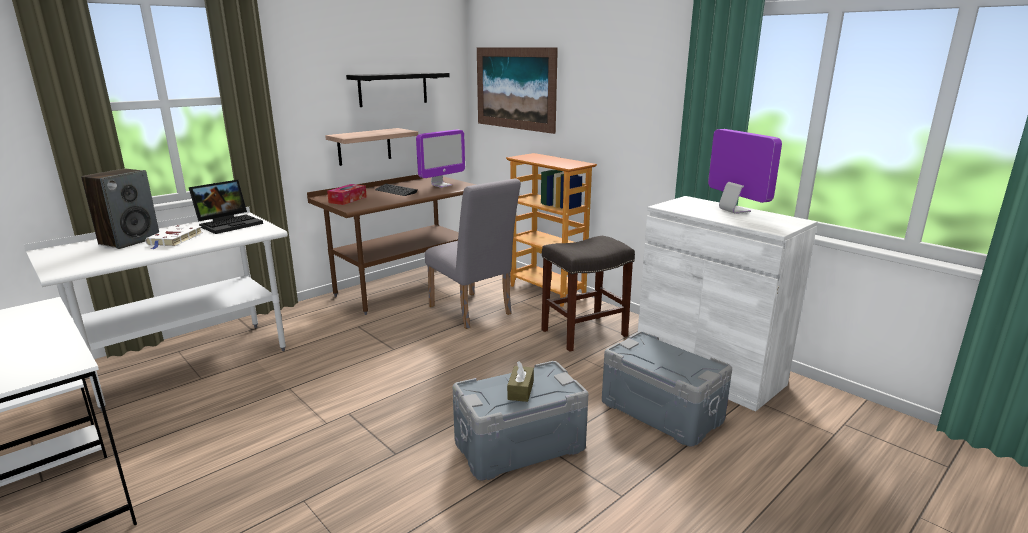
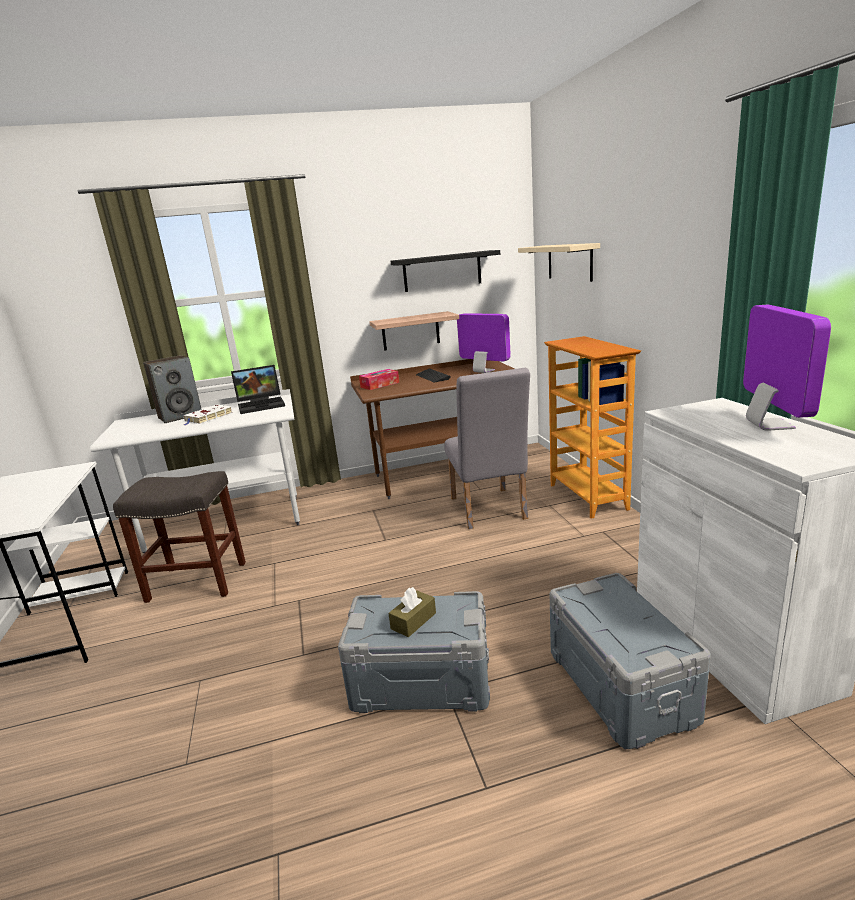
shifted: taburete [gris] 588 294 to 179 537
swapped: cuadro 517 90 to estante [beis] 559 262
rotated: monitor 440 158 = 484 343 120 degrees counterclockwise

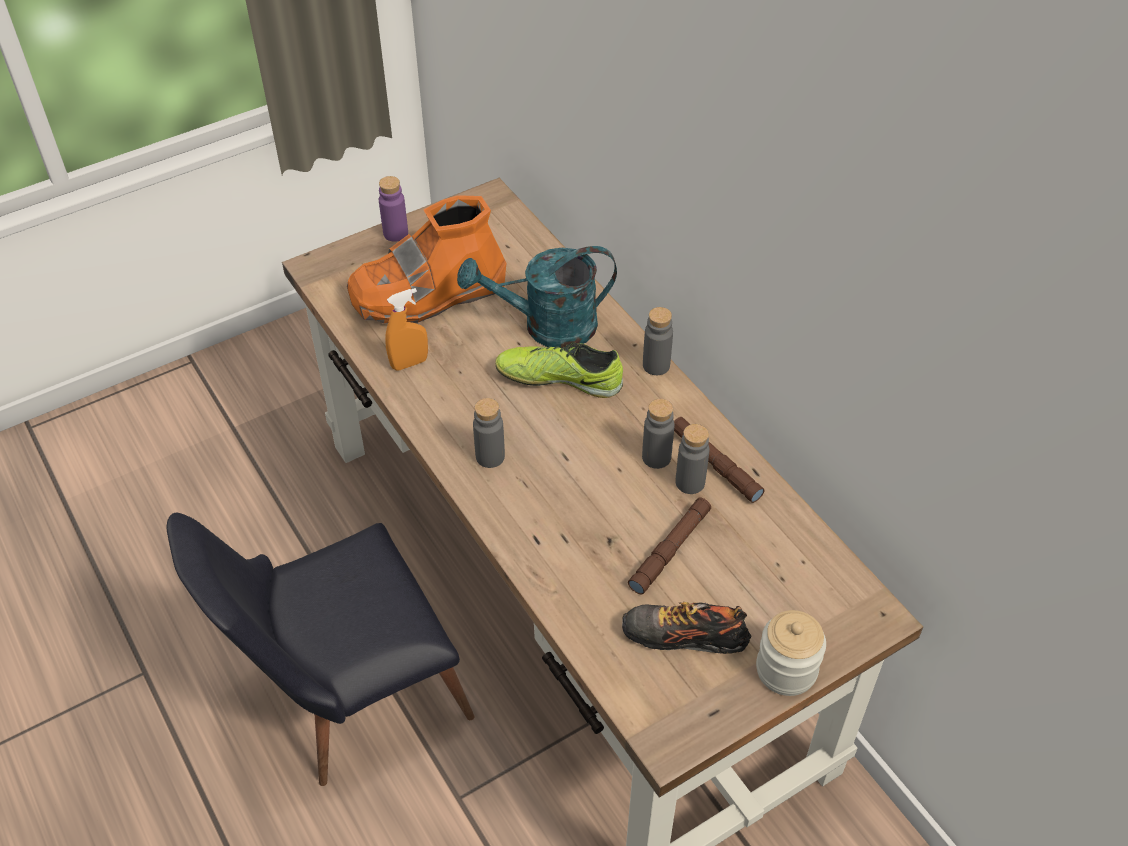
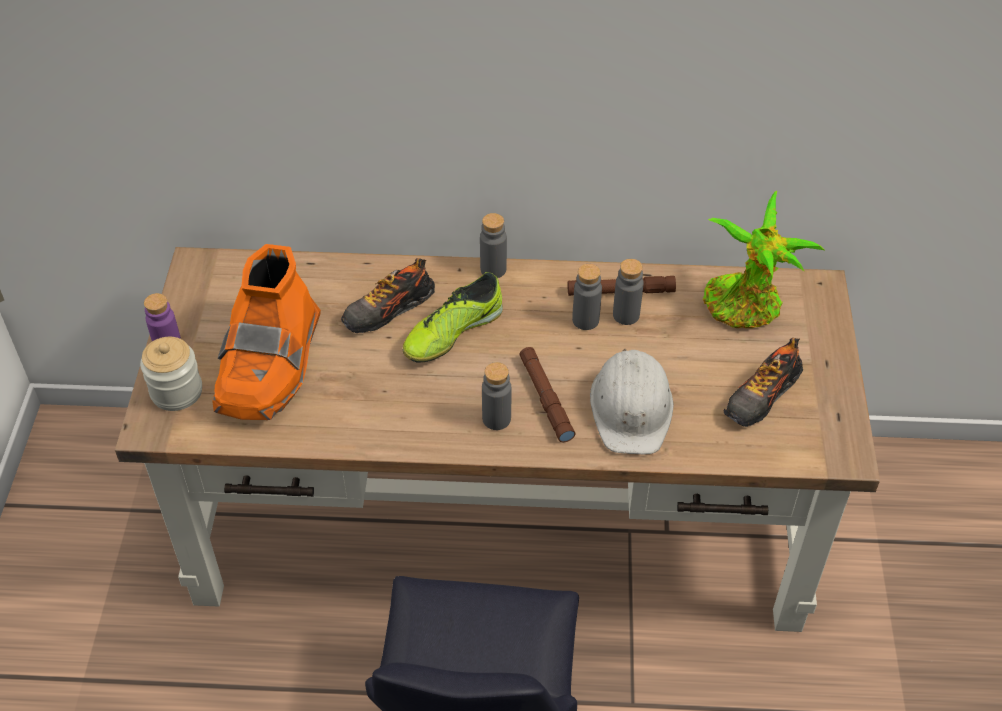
gone: pulverizador [naranja] 406 329
new: casco [blanco] 631 401; planta en maceta 763 259
shifted: linterna [marrón] 669 546 to 547 394; tarro 791 653 to 171 374
swapped: regadera [turquesa] 537 297 to zapato 388 295

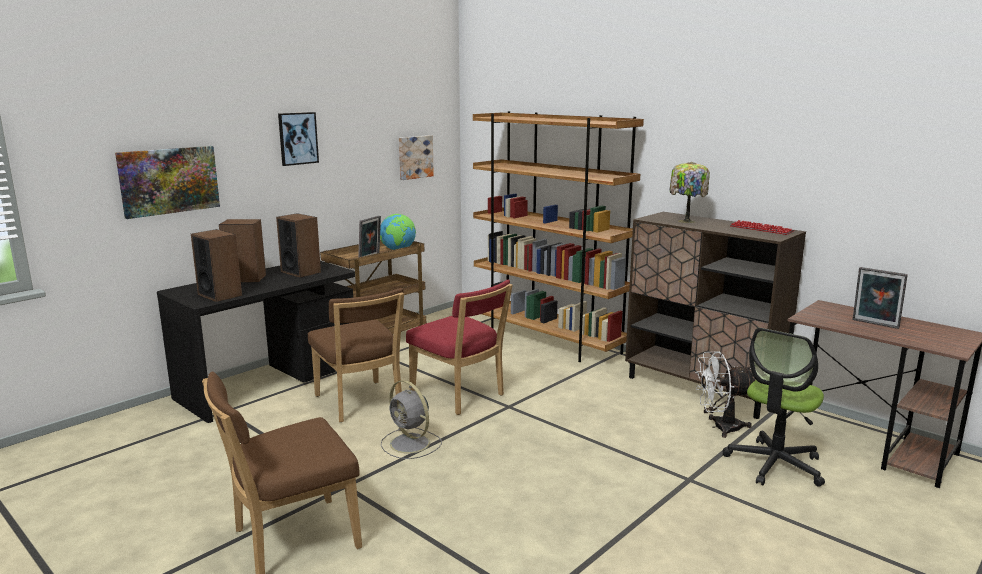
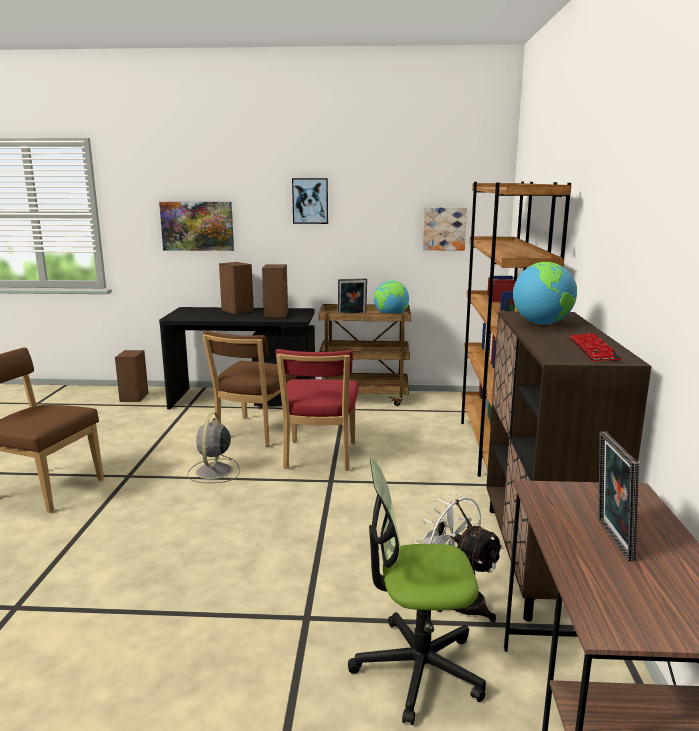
shifted: altavoz 216 265 to 131 376
swapped: lámpara de mesa 690 192 to globo terráqueo 545 293

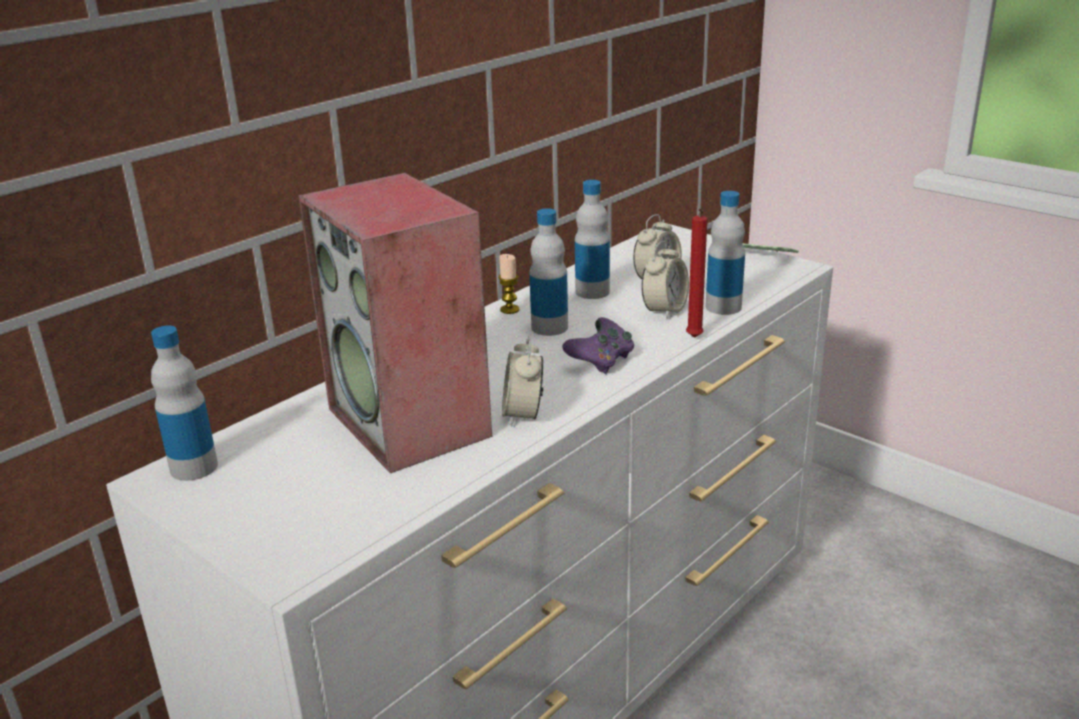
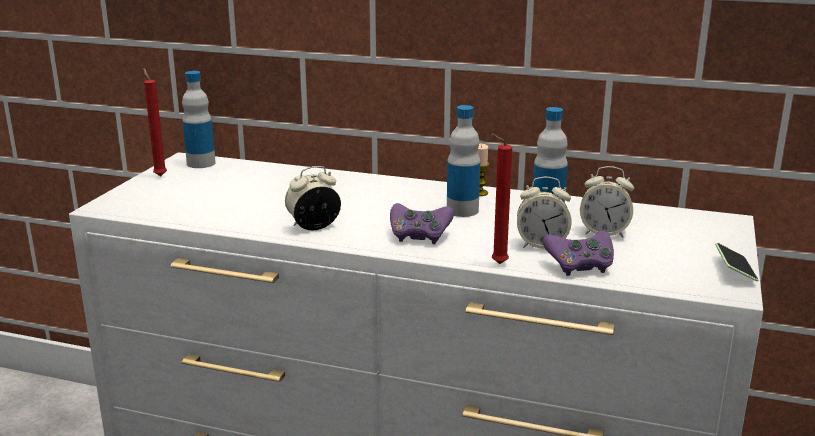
gone: altavoz 395 323
new: vela [rojo] 155 122
swapped: botella 725 253 to mando de consola [morado] 578 253

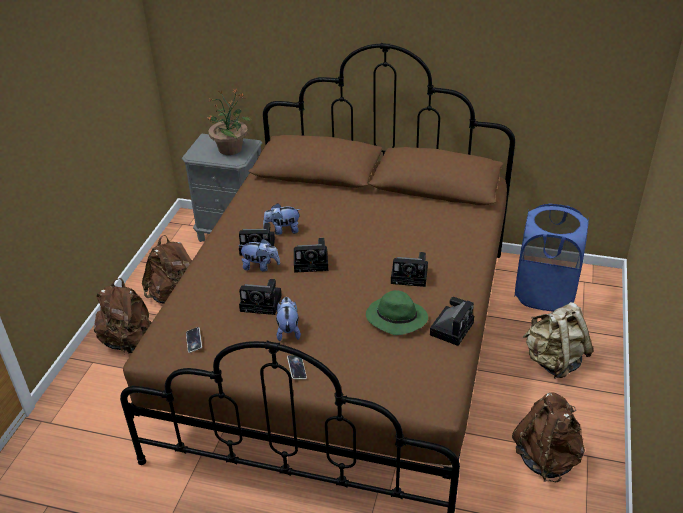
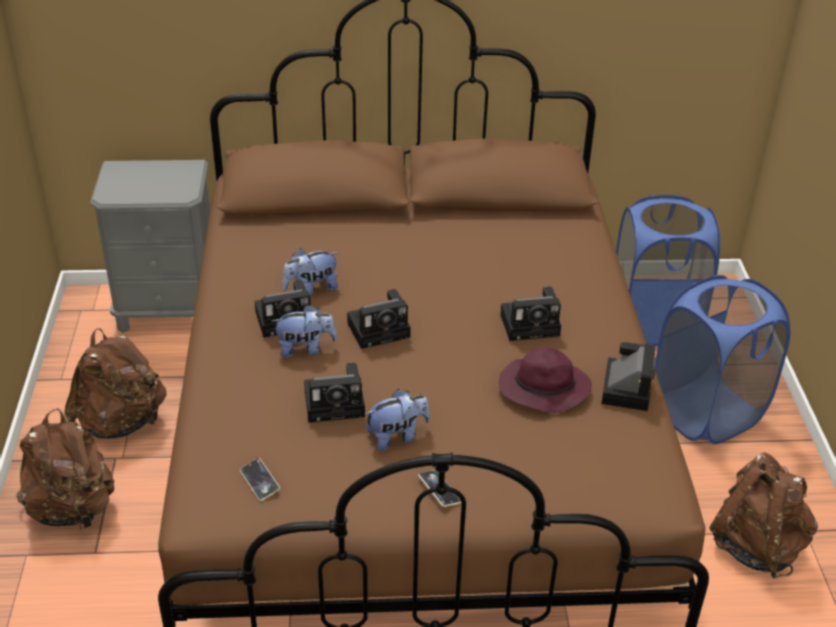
gone: planta en maceta 230 121
swapped: mochila [beis] 558 340 to cesto de la ropa [azul] 722 359
repainted: sombrero [verde] 397 312 to sombrero [morado] 545 380
rotated: peluche 288 319 = 397 420 90 degrees clockwise

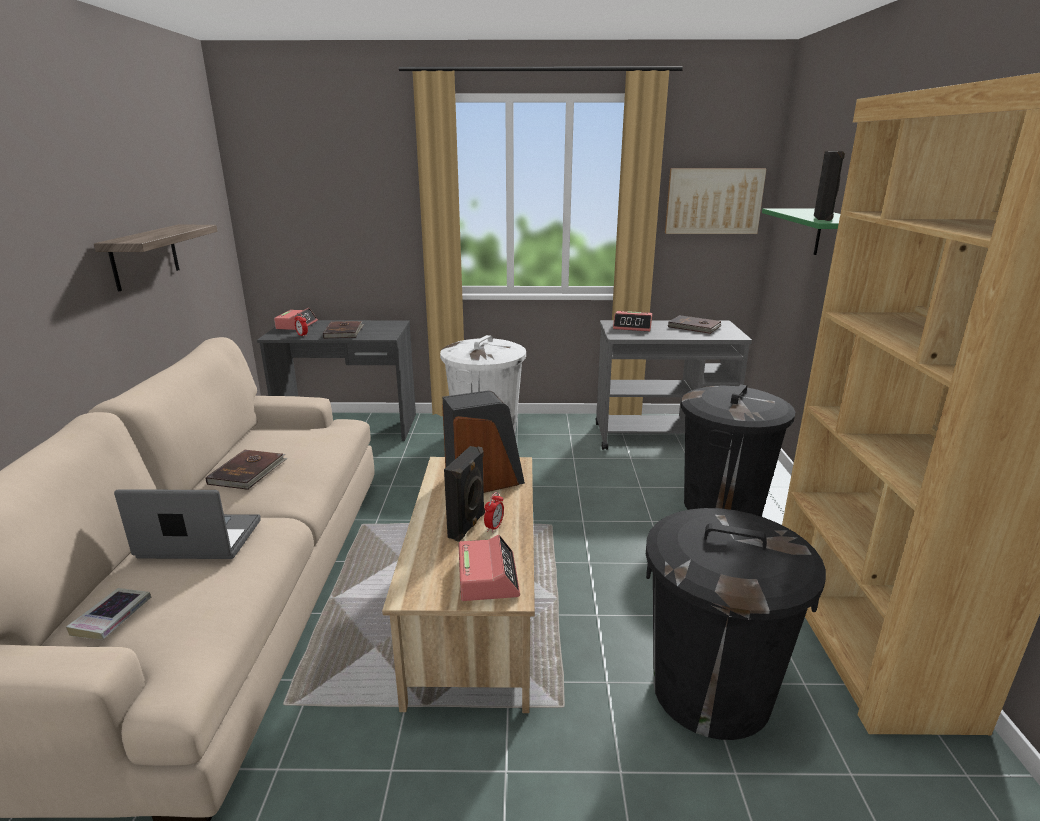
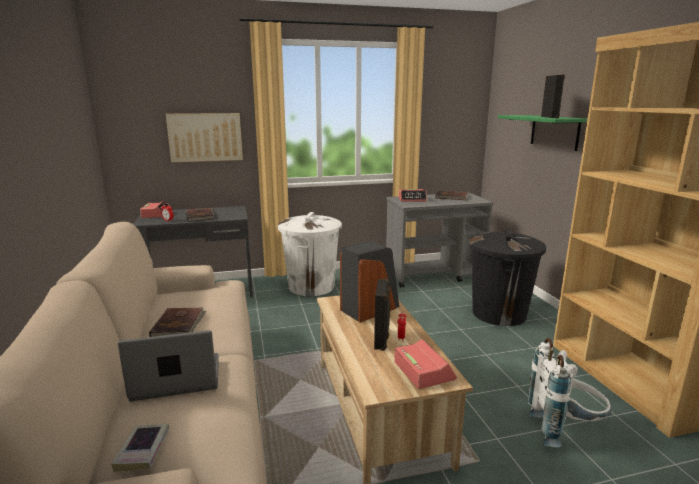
gone: estante 155 258
shifted: cuadro 715 201 to 204 137
swapped: papelera [negro] 736 624 to mochila [blanco] 570 392

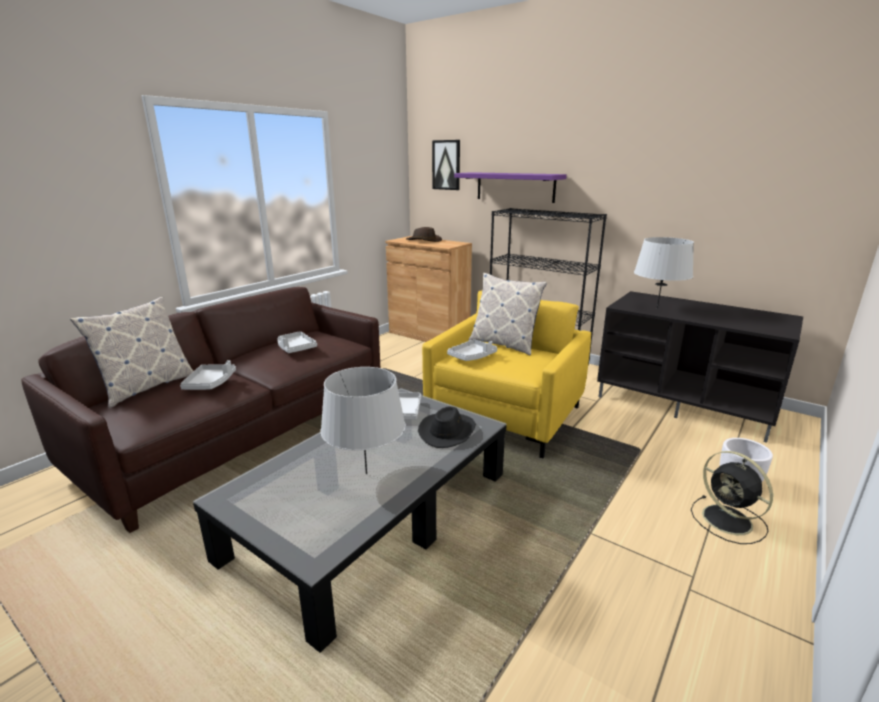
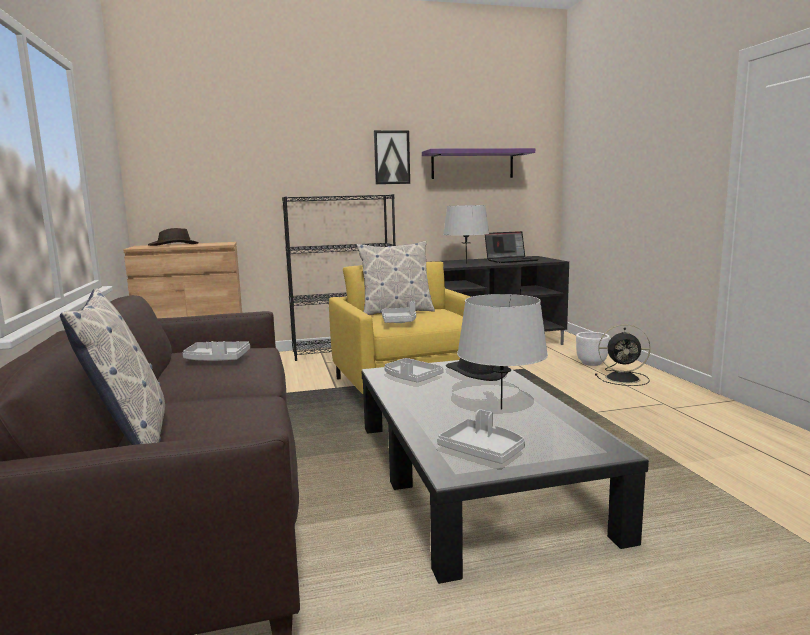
new: portátil 512 247
shifted: bandeja [gris] 208 375 to 481 436; cuadro 446 165 to 392 157; estante [morado] 510 187 to 478 163

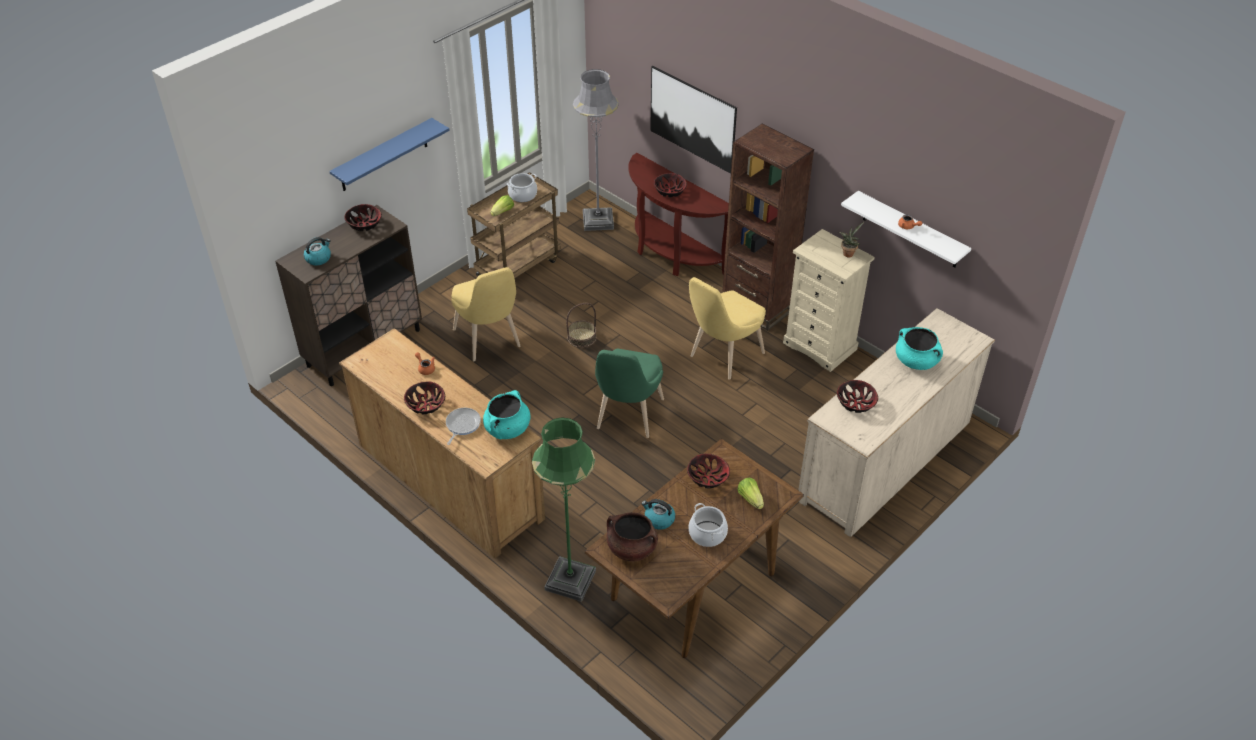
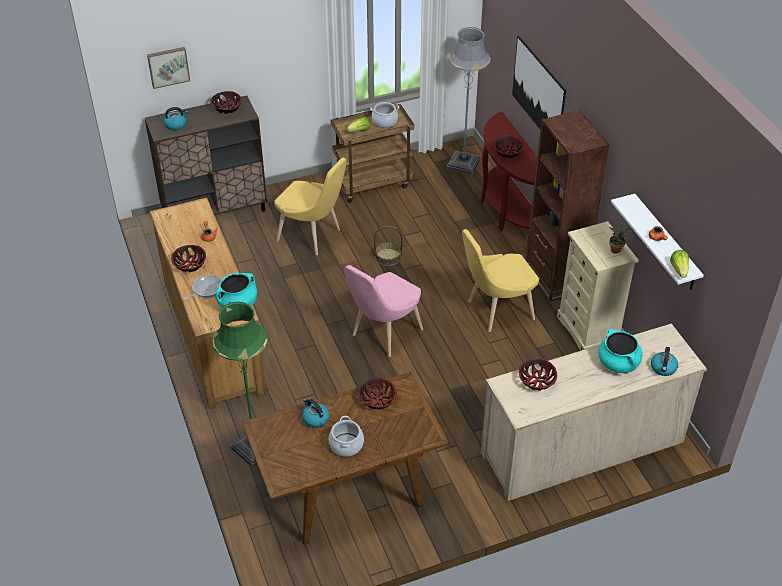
gone: estante [azul] 389 154; olla [marrón] 632 536
new: cuadro 168 68; hervidor 664 361
shifted: lechuga 750 493 to 679 264
repainted: silla [verde] 629 393 to silla [rosa] 384 311
rotated: silla [amarillo] 486 314 = 310 206 60 degrees counterclockwise

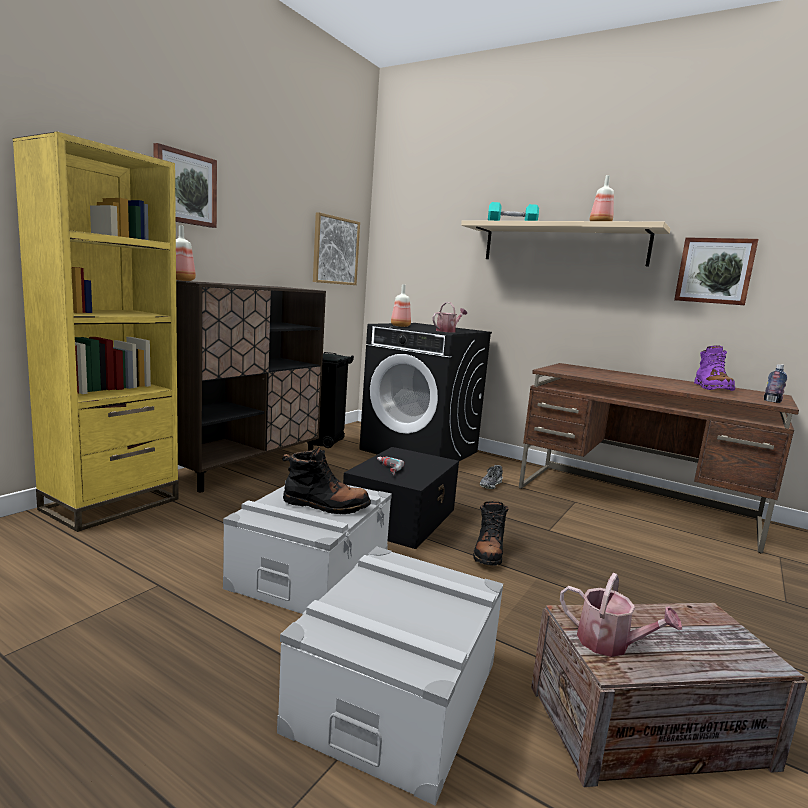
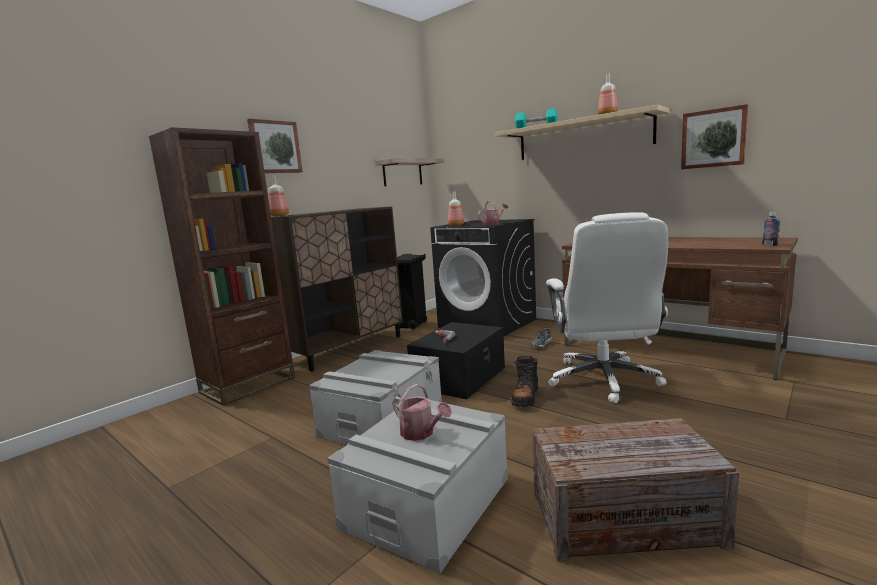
gone: bota [negro] 326 480; bota [morado] 714 368
new: silla de oficina [blanco] 607 307
shifted: regadera 621 615 to 422 412
swapped: cuadro 336 248 to estante 409 172
repainted: estantería [amarillo] 96 331 to estantería [marrón] 222 266

